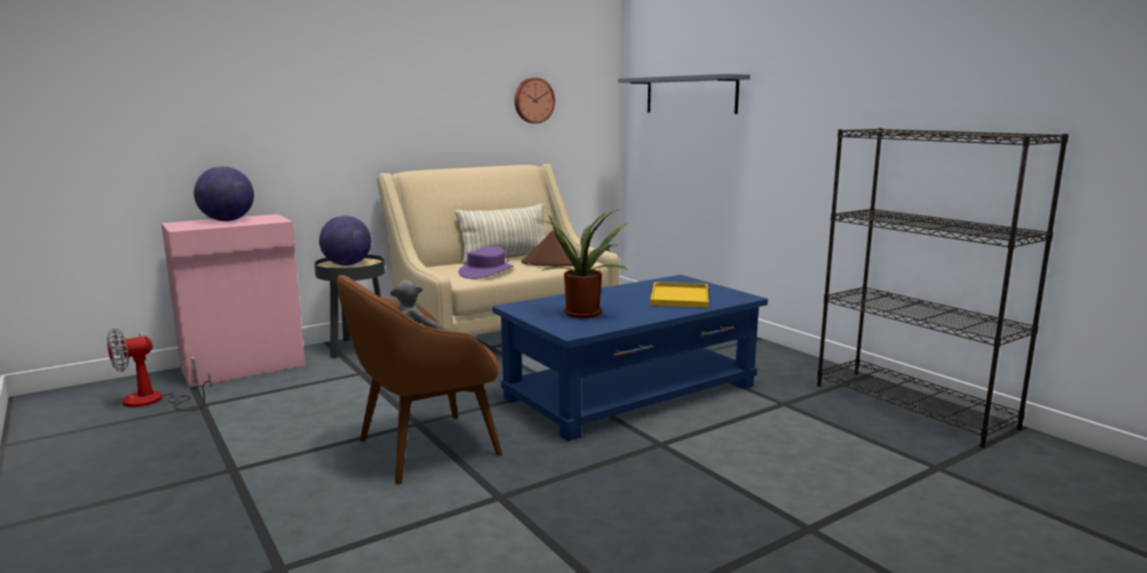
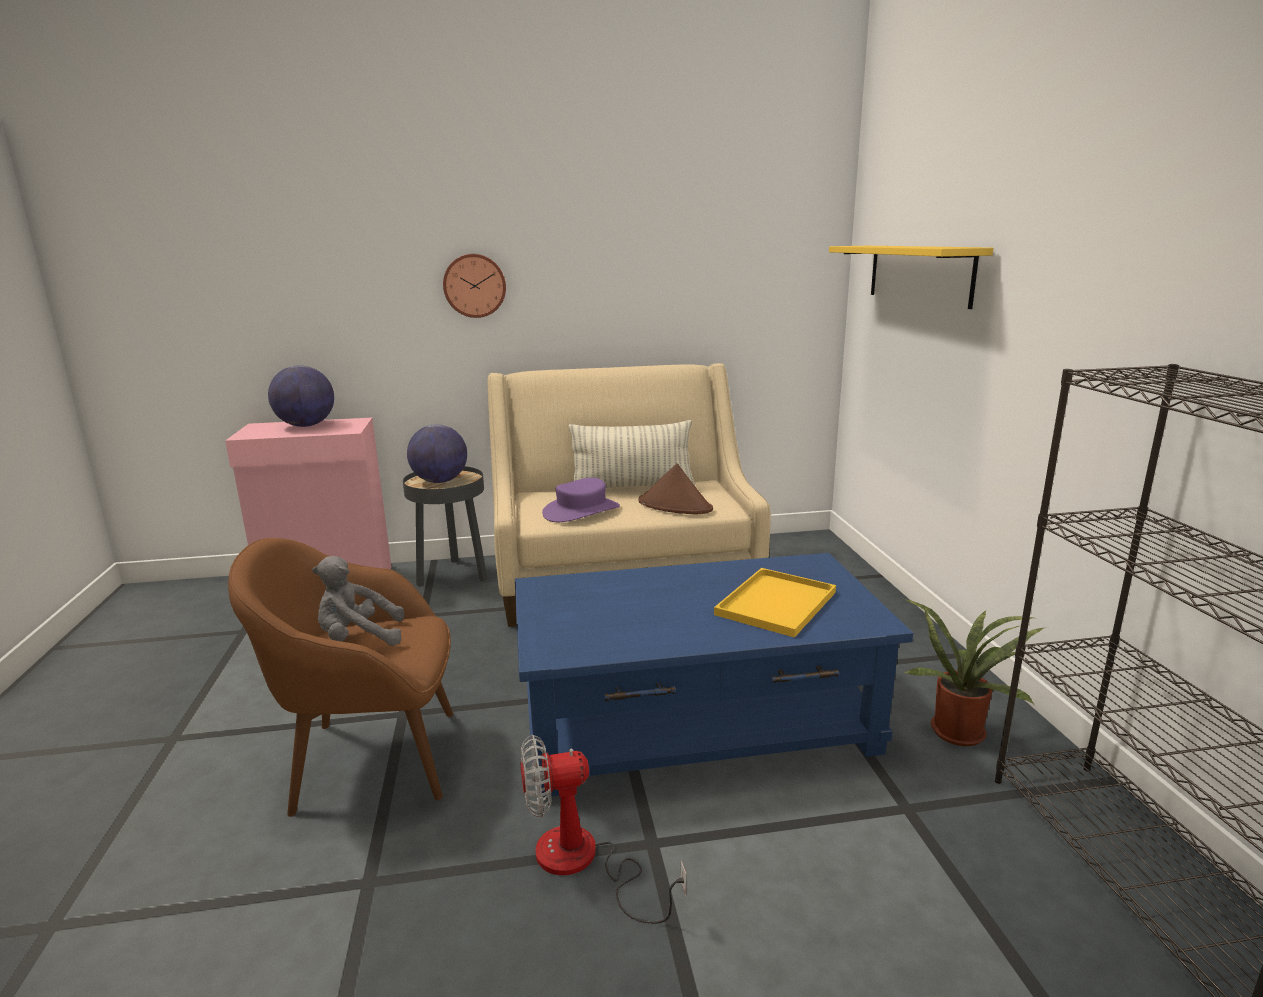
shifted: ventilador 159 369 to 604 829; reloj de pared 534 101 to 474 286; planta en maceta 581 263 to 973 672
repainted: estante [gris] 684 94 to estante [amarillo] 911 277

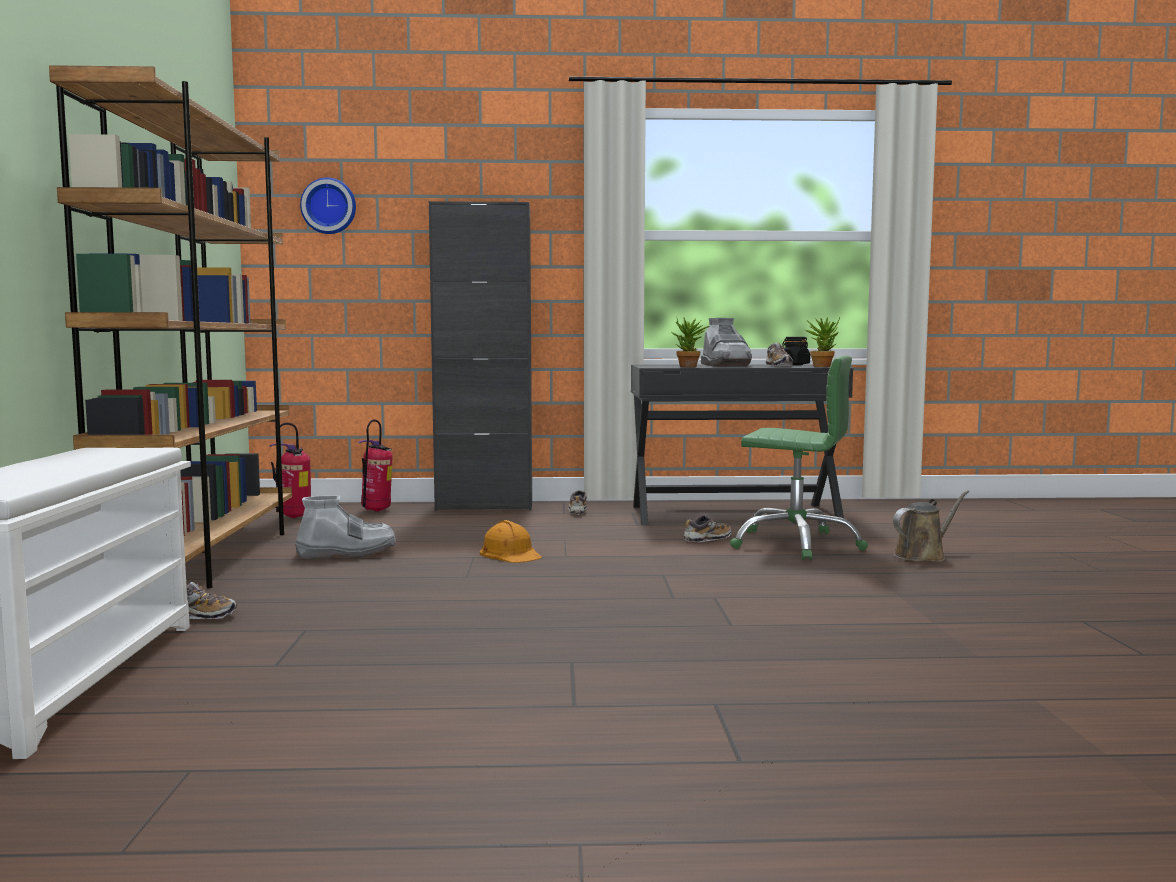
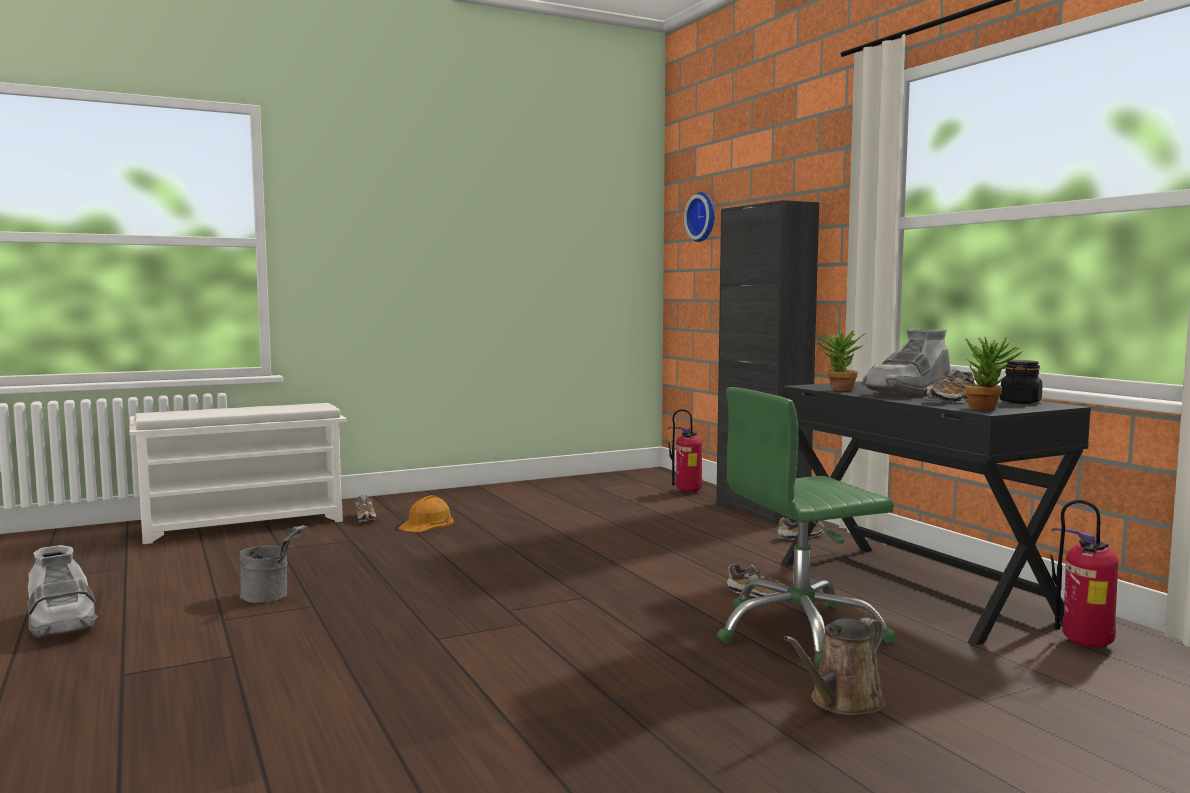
gone: estantería [marrón] 170 326
new: cubo [gris] 273 564
shifted: extintor 290 470 to 1084 574; bota [gris] 345 527 to 62 591; casco [naranja] 511 541 to 426 513
rotated: silla de oficina [verde] 799 458 = 806 527 75 degrees clockwise; regadera [marrón] 931 526 = 834 666 105 degrees clockwise

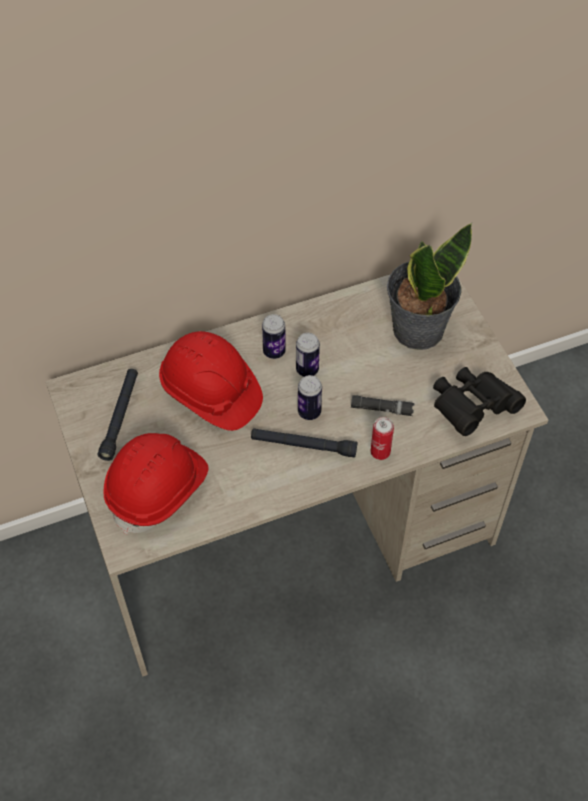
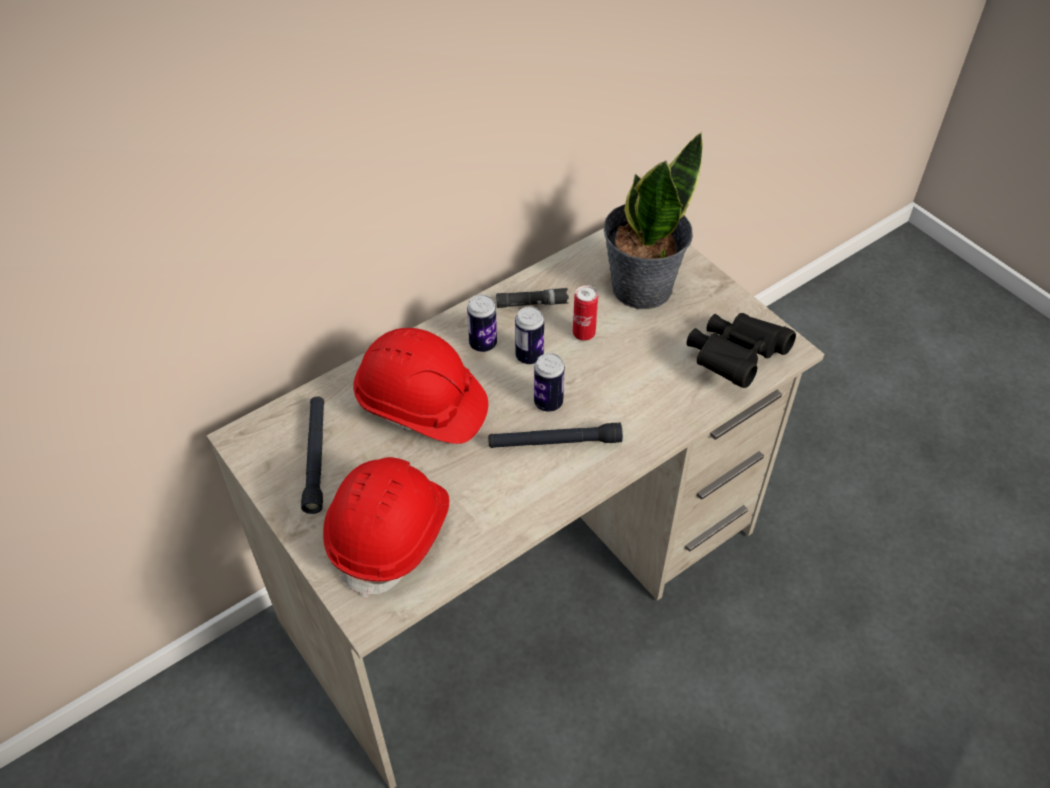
shifted: linterna [negro] 382 405 to 532 298; lata 382 438 to 585 313

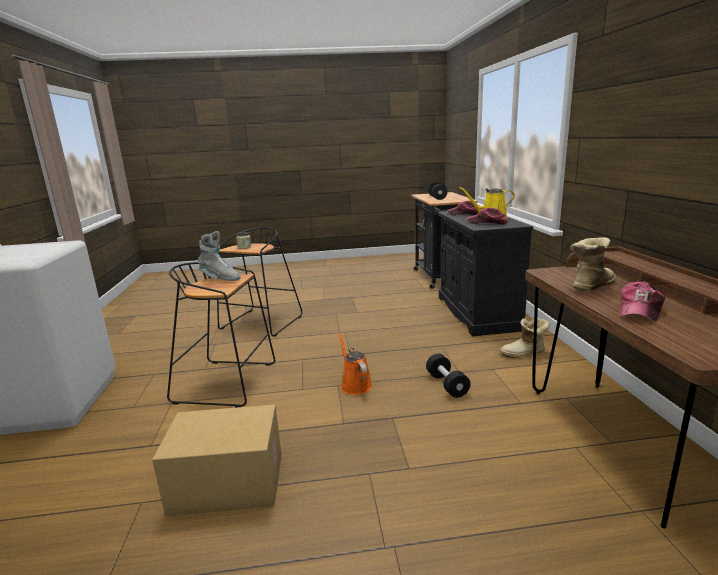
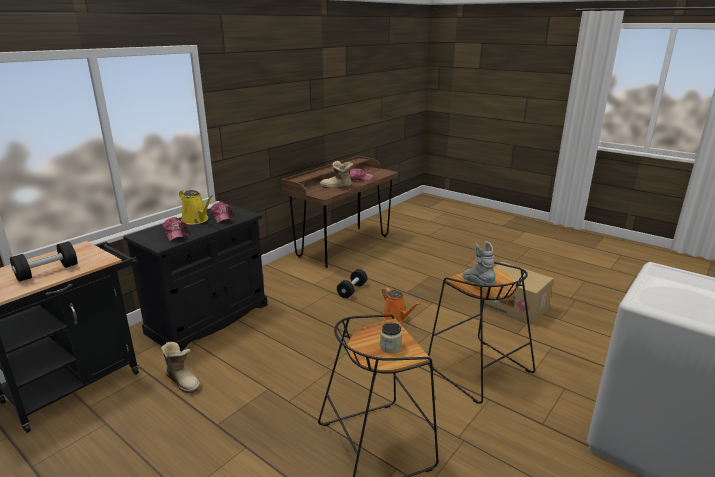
shifted: bota 524 338 to 180 368
rotated: regadera [naranja] 355 363 = 401 305 60 degrees counterclockwise

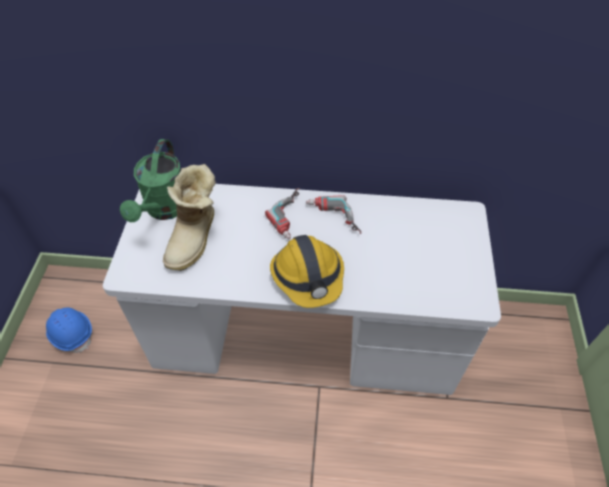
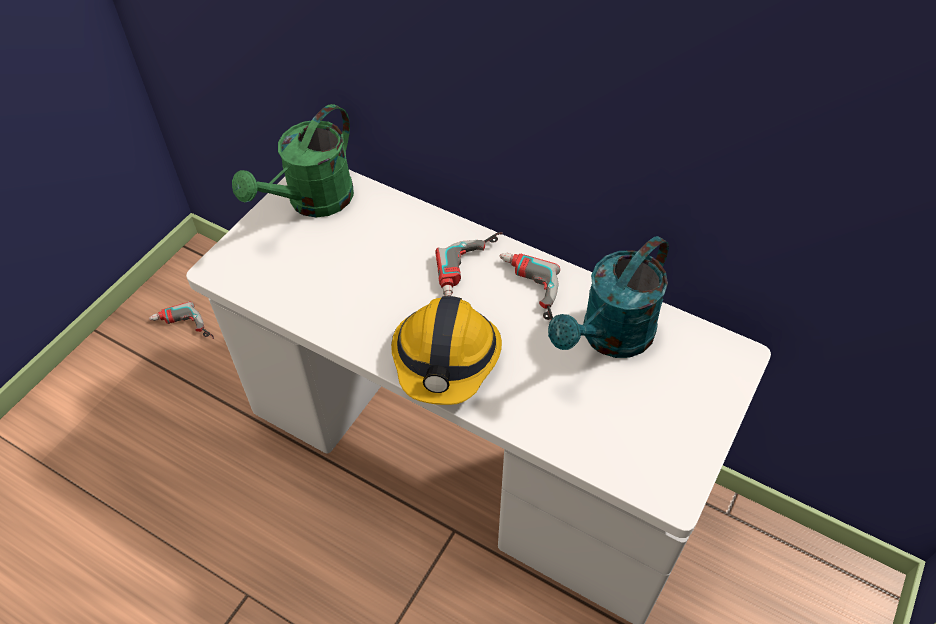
gone: bota 189 217
new: regadera [turquesa] 608 297
swapped: casco [azul] 69 330 to taladro 181 320

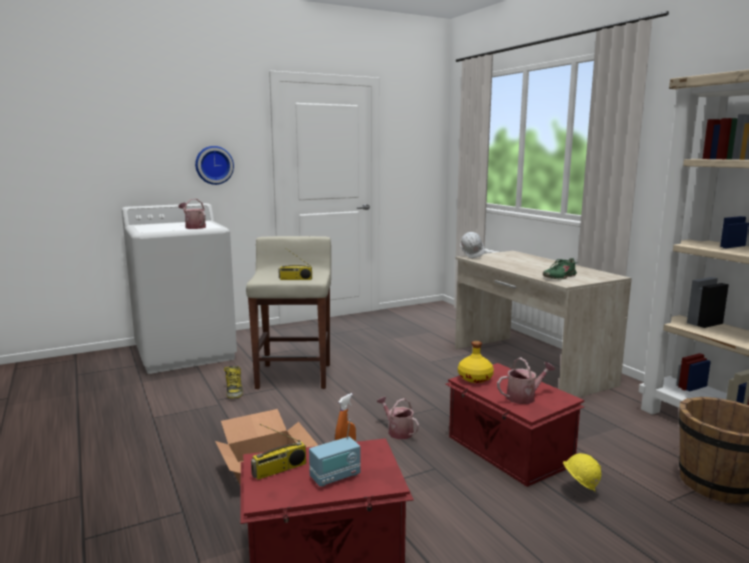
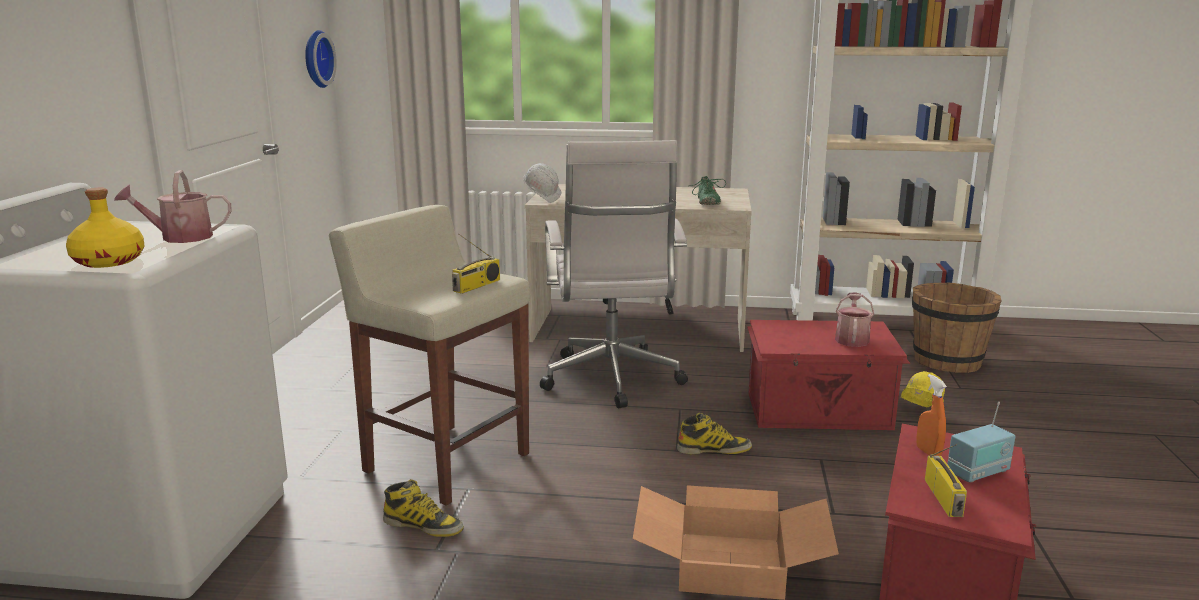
new: silla de oficina [blanco] 614 274
shifted: reloj de pared 214 165 to 321 59; botella [amarillo] 476 362 to 105 228
swapped: regadera 398 417 to bota 714 433
rotated: radio 335 453 = 981 442 60 degrees clockwise

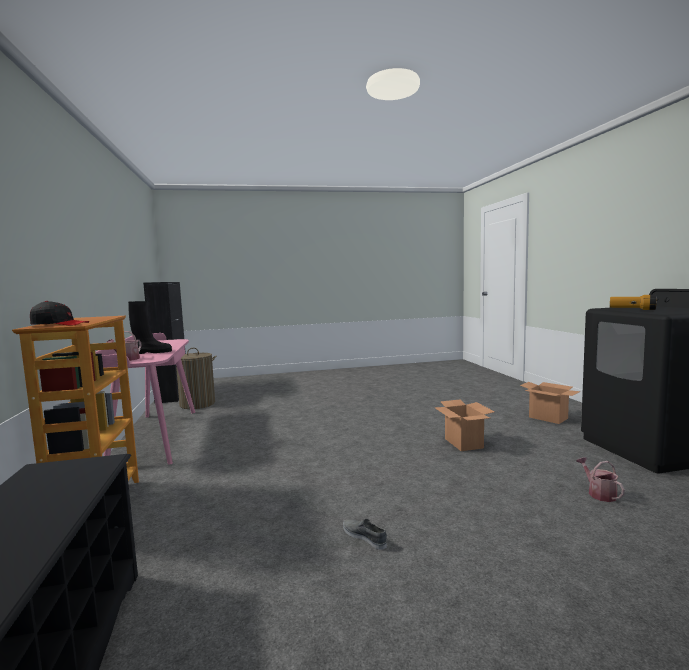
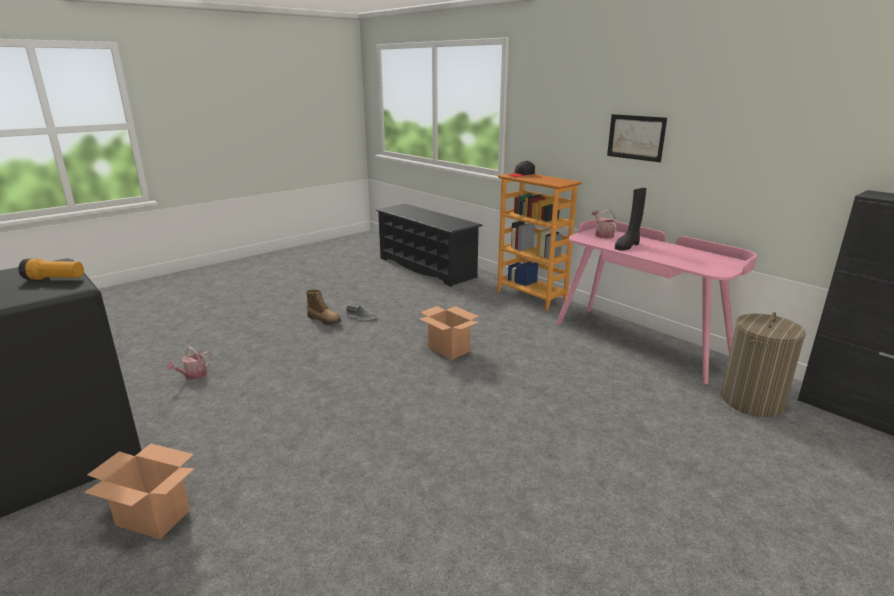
new: bota 323 307; cuadro 637 138
shifted: caja de cartón 464 425 to 449 333
rotated: regadera 600 479 = 189 363 75 degrees clockwise

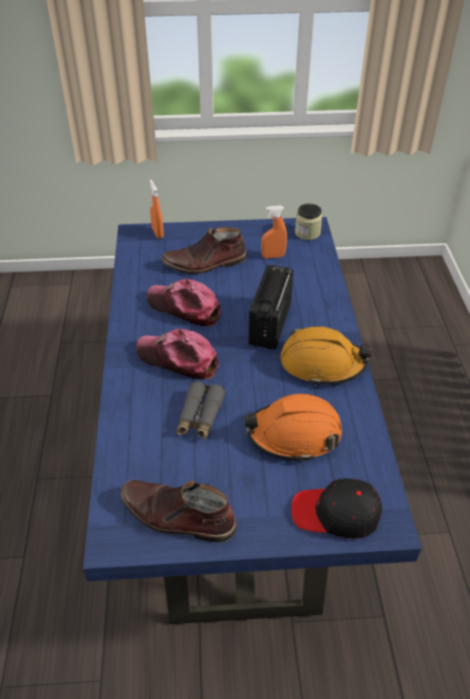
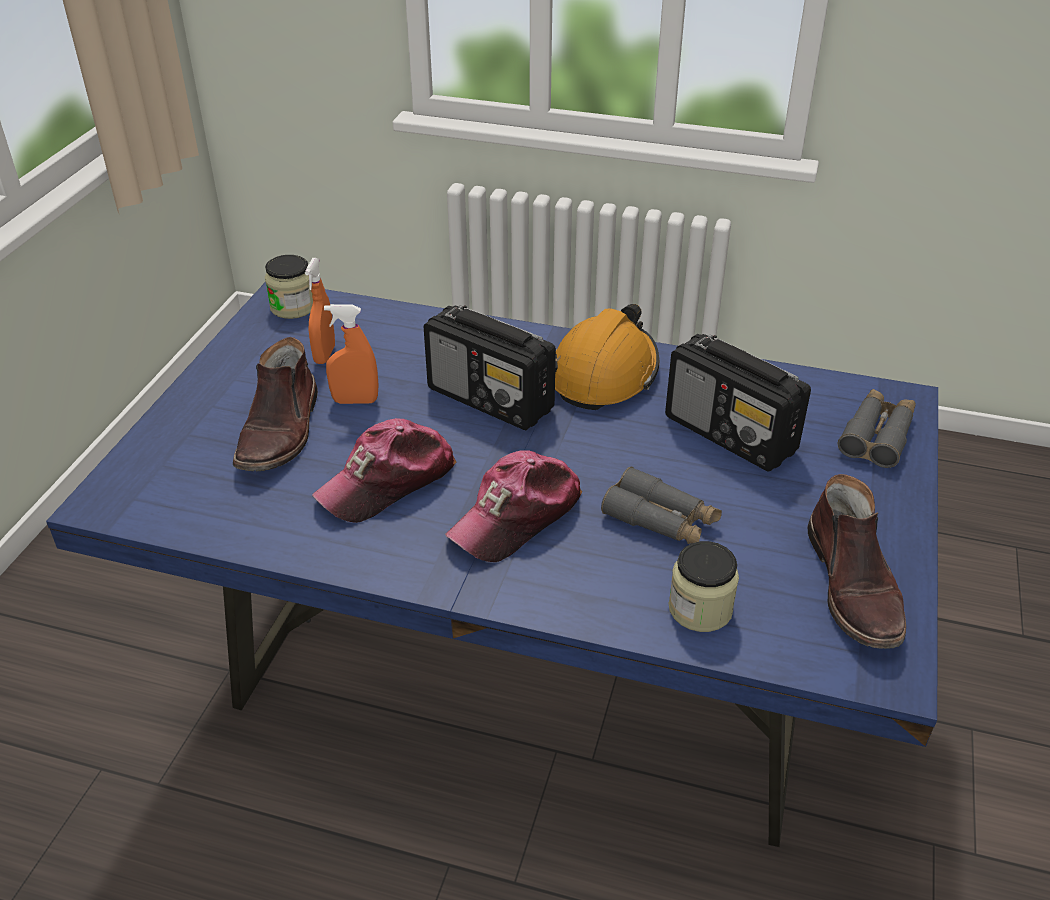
new: tarro 704 586
shifted: pulverizador [naranja] 157 209 to 351 354
swapped: casco [naranja] 293 428 to radio 738 403; gorra [negro] 336 508 to prismáticos [gris] 877 428
rotated: bota [marrón] 178 511 = 857 561 45 degrees counterclockwise

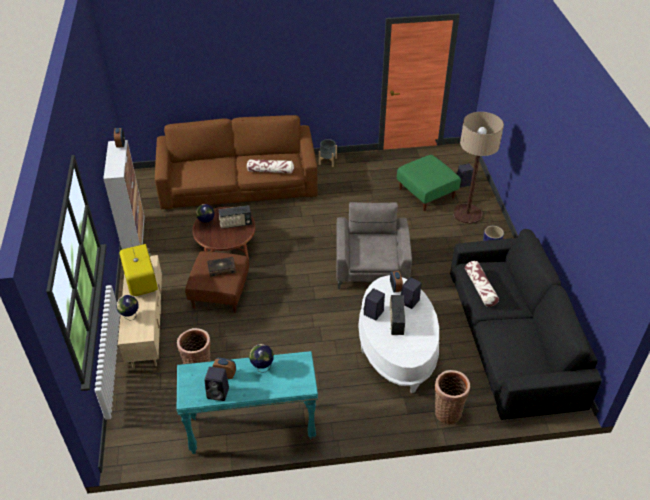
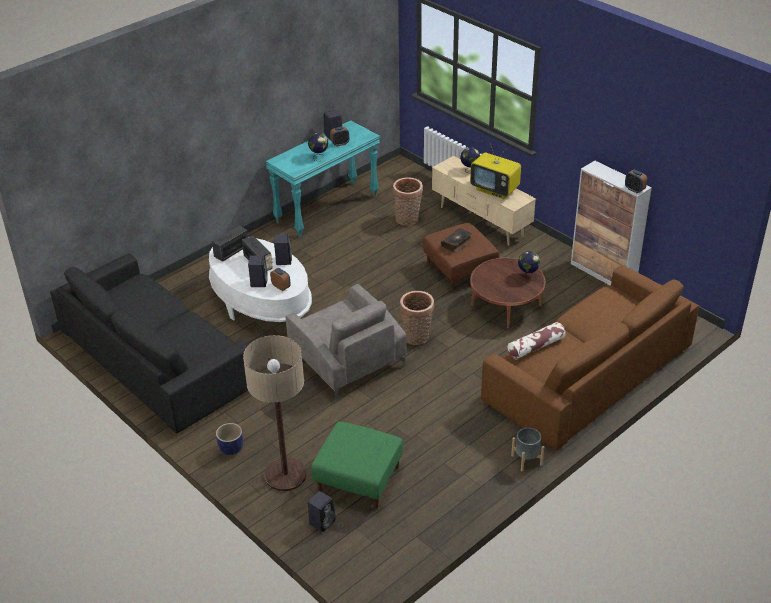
gone: cojín 482 284
shifted: radio 235 217 to 230 243; cesta 452 397 to 417 318

